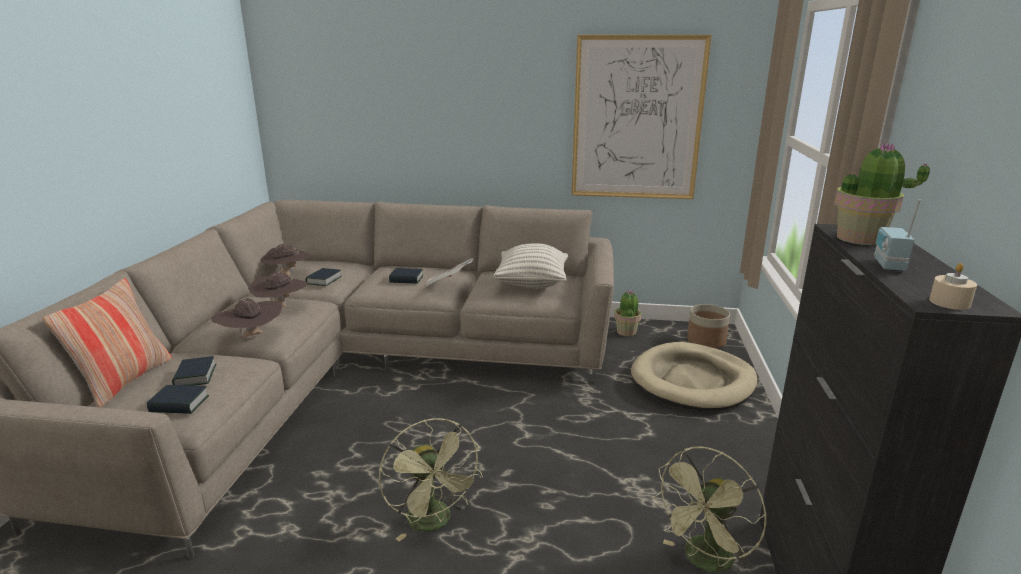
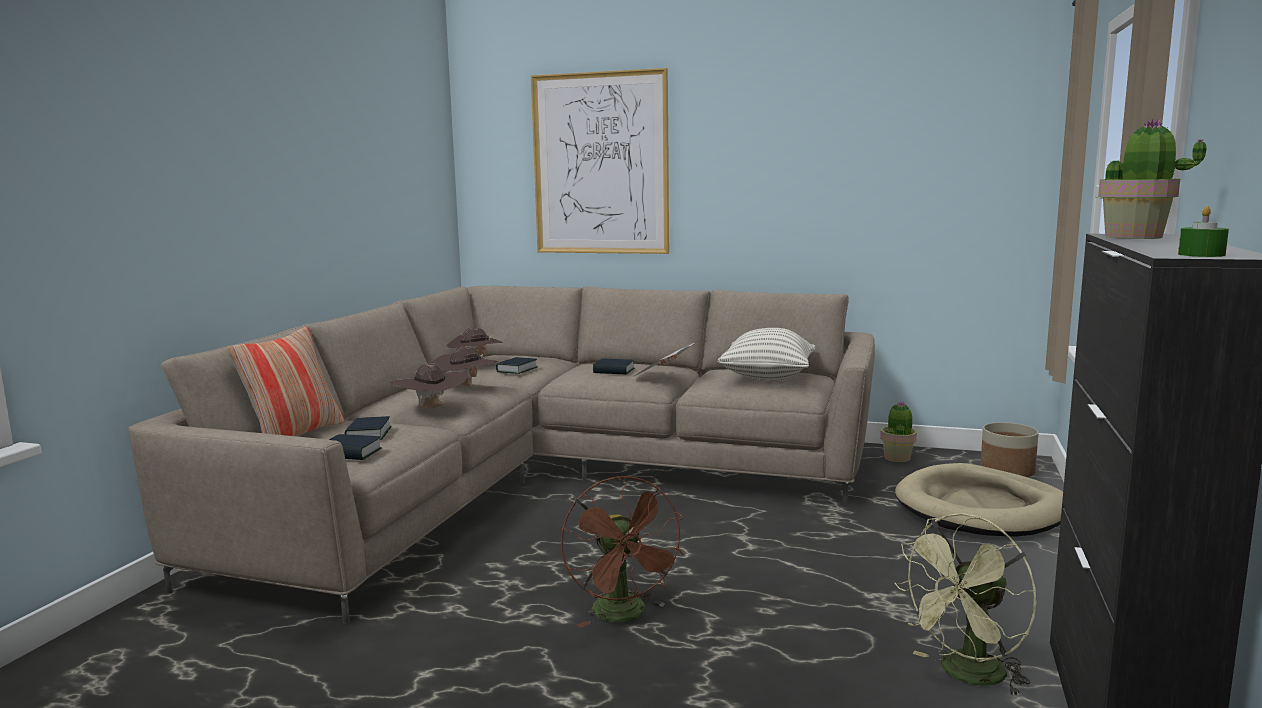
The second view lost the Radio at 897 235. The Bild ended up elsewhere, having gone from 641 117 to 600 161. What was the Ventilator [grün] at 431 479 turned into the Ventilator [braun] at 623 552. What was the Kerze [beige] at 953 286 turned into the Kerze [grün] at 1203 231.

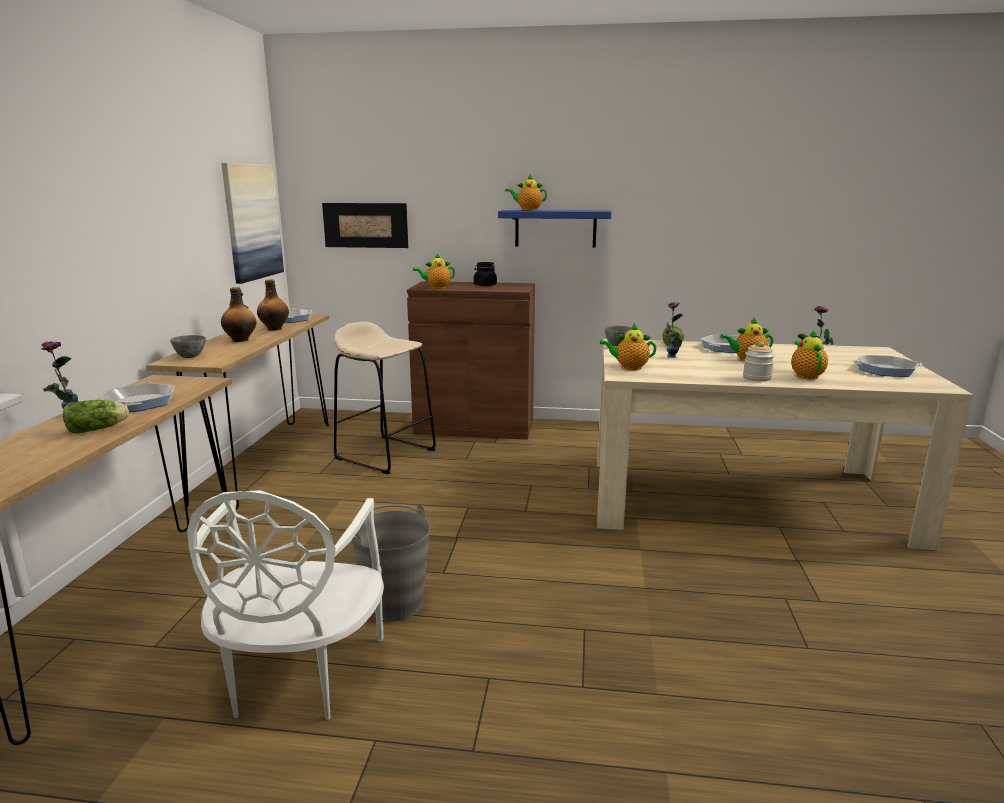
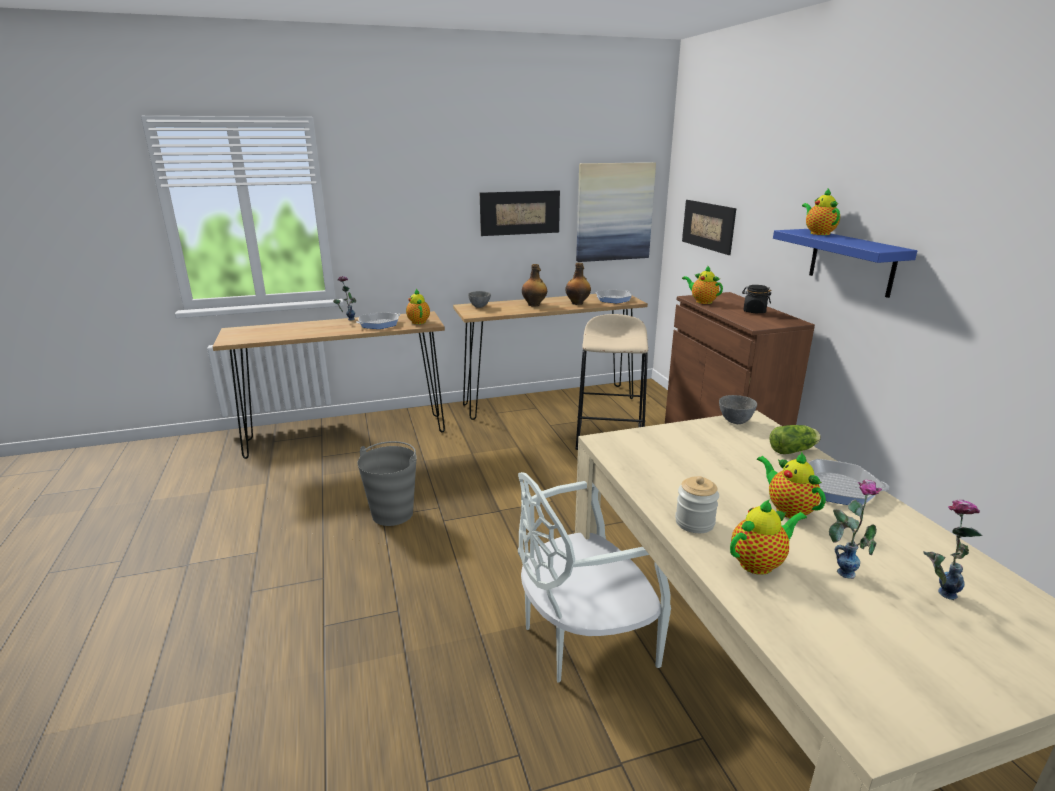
The second view lost the Salatkopf at 96 417. The second view lost the Pfanne at 887 366. The second view gained the Bild at 520 213. The Stuhl [weiß] ended up elsewhere, having gone from 285 605 to 594 577. The Teekanne ended up elsewhere, having gone from 628 346 to 418 306. The Vase ended up elsewhere, having gone from 674 330 to 953 549.

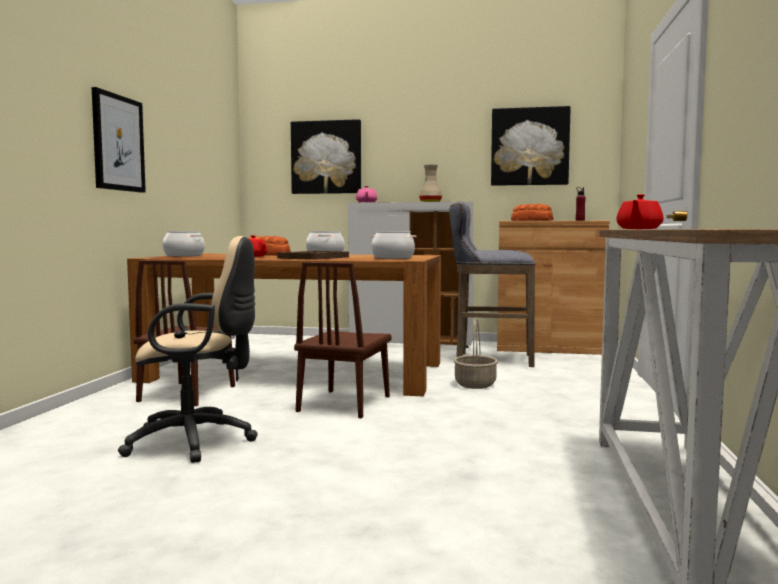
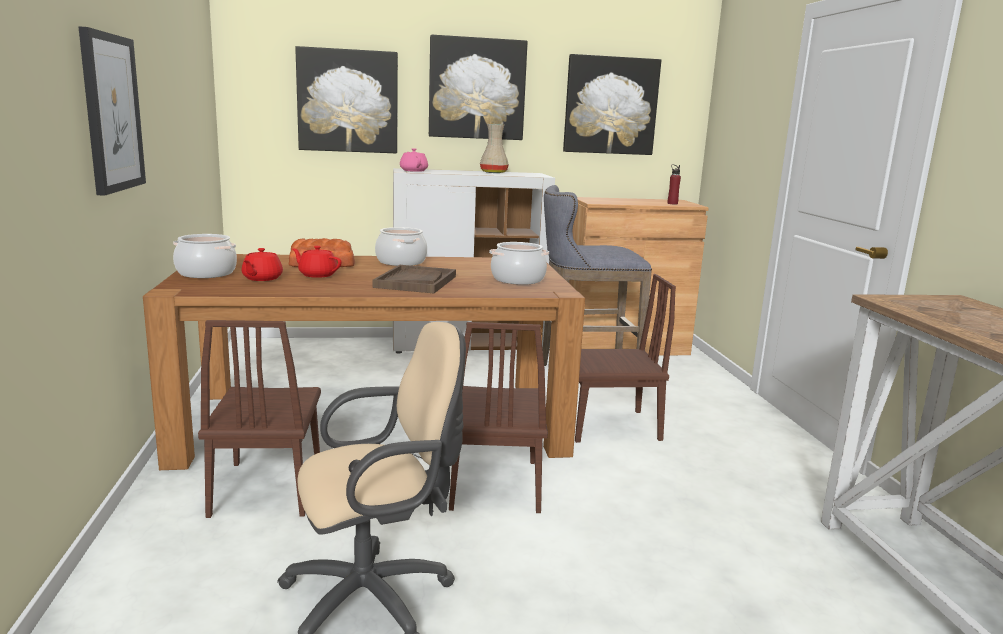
The second view lost the Brot at 532 212. The second view gained the Bild at 478 87. The Teekanne [rot] ended up elsewhere, having gone from 640 211 to 262 264. Where the Korb stood at 476 354, the Stuhl [braun] came to stand at 625 358.

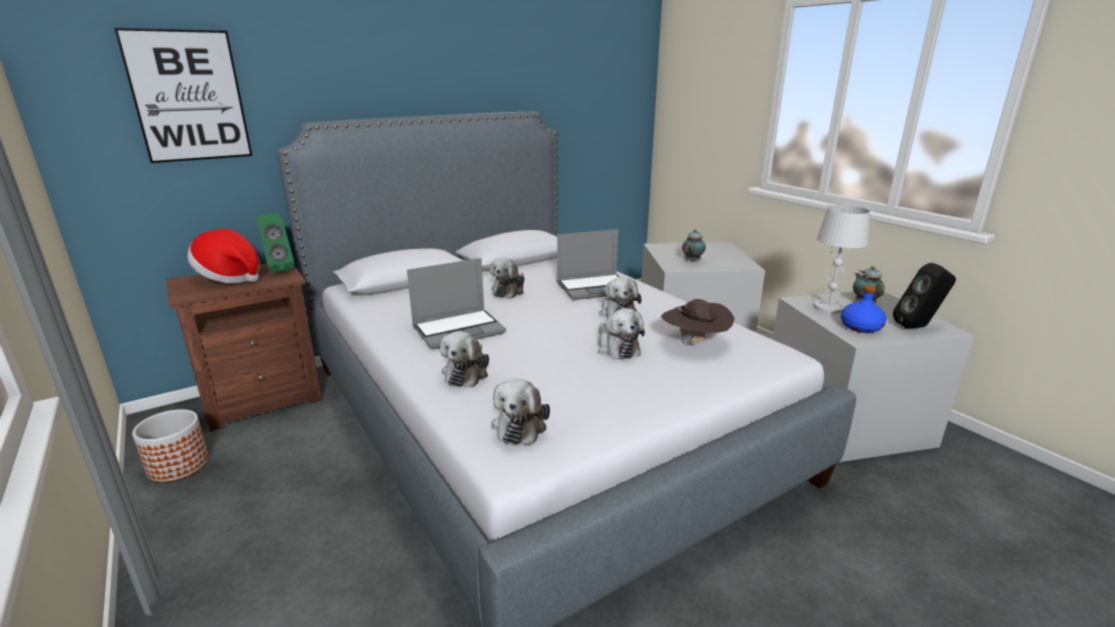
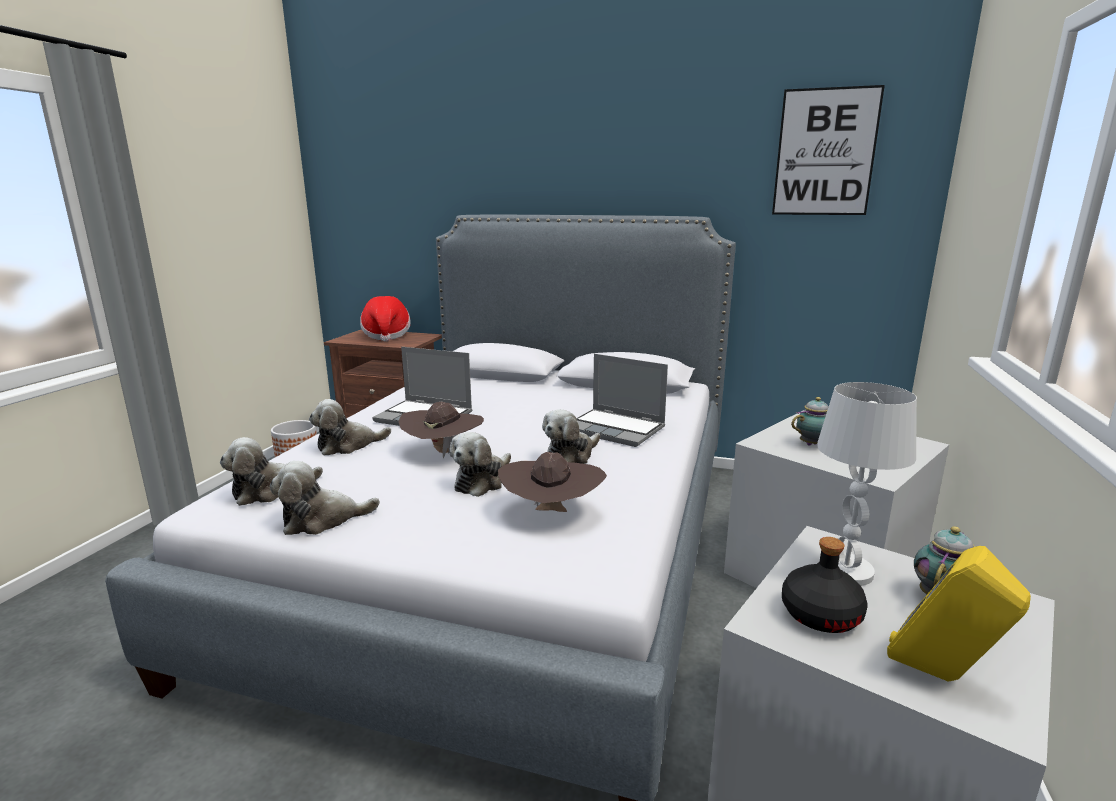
The second view lost the Lautsprecher [grün] at 275 243. The second view gained the Hut [braun] at 441 430. The Bild ended up elsewhere, having gone from 183 95 to 828 150. The Plüschtier ended up elsewhere, having gone from 507 278 to 325 498. What was the Flasche [blau] at 863 309 turned into the Flasche [schwarz] at 824 585. What was the Lautsprecher [schwarz] at 924 295 turned into the Lautsprecher [gelb] at 959 613.

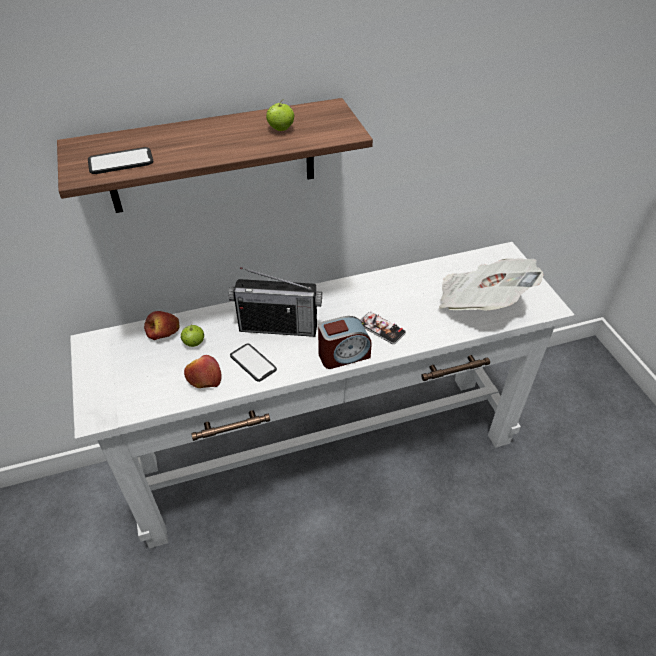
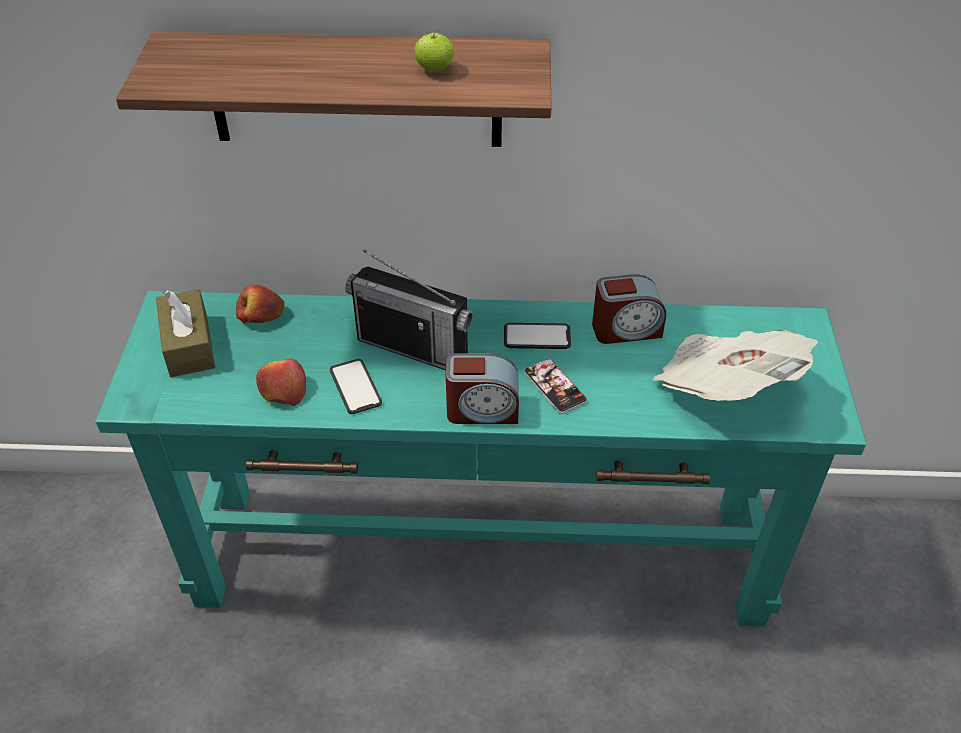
The second view lost the Apfel at 192 335. The second view gained the Taschentuchbox [braun] at 185 333. The second view gained the Wecker at 629 309. The Handy ended up elsewhere, having gone from 120 160 to 537 336. What was the Konsolentisch [weiß] at 322 395 turned into the Konsolentisch [türkis] at 481 459.

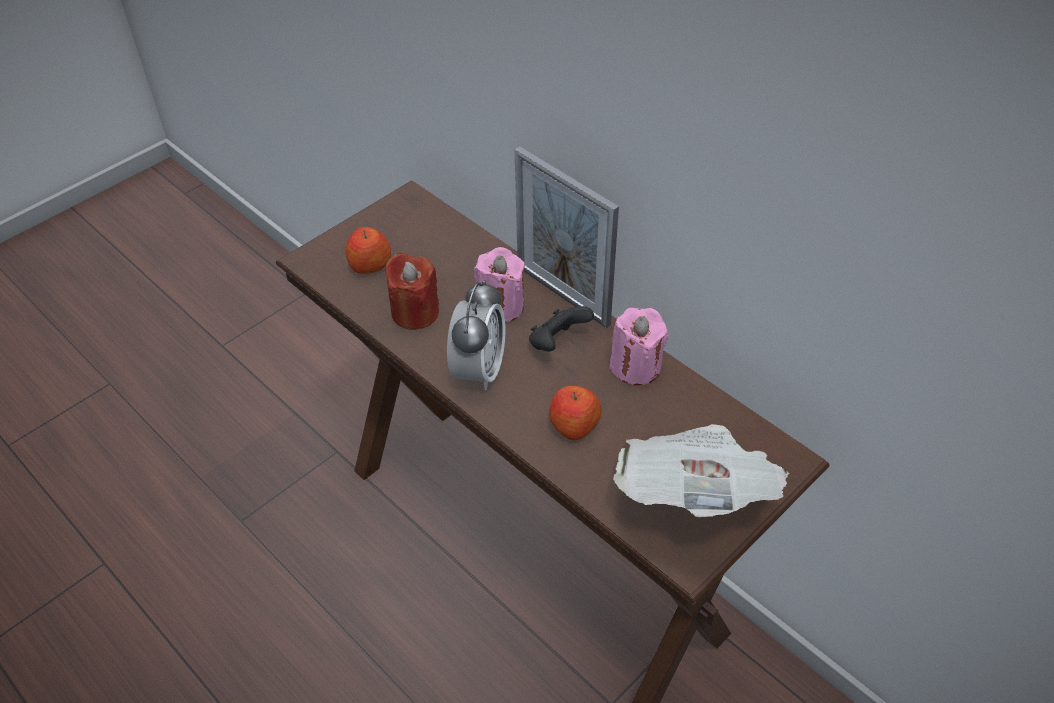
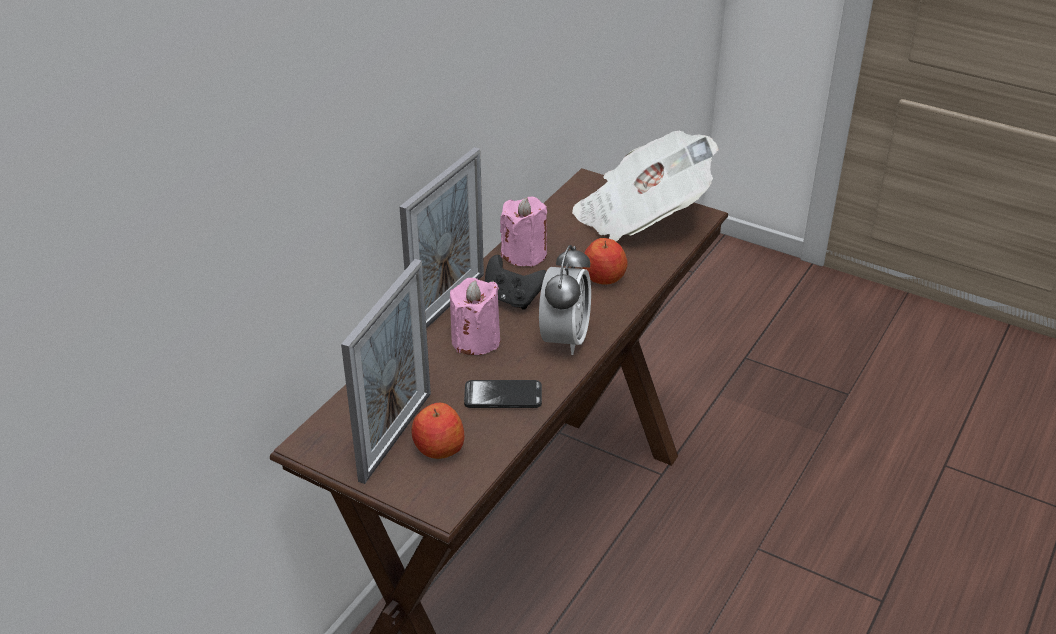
The second view gained the Bilderrahmen at 386 371. Where the Kerze [rot] stood at 412 291, the Handy came to stand at 503 394. The Wecker at 476 335 ended up facing another way, 105 degrees clockwise from before.

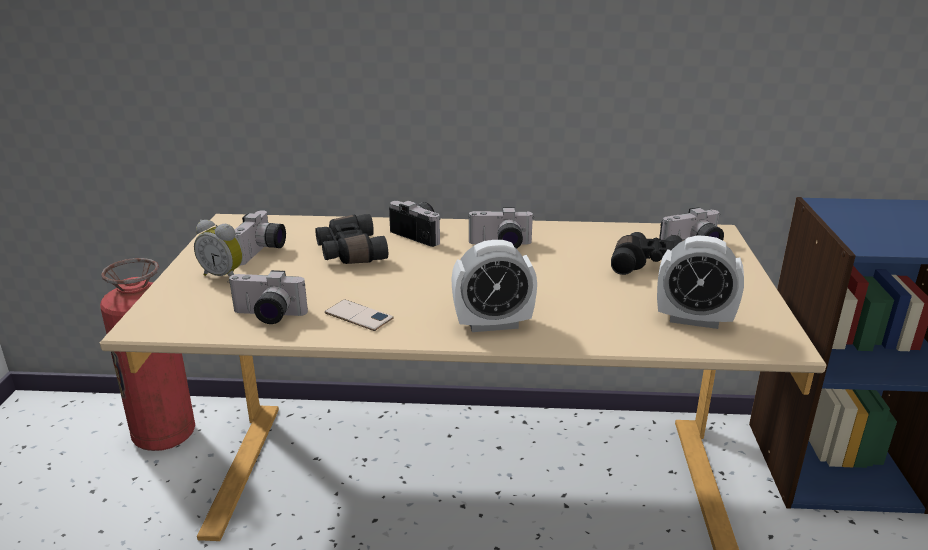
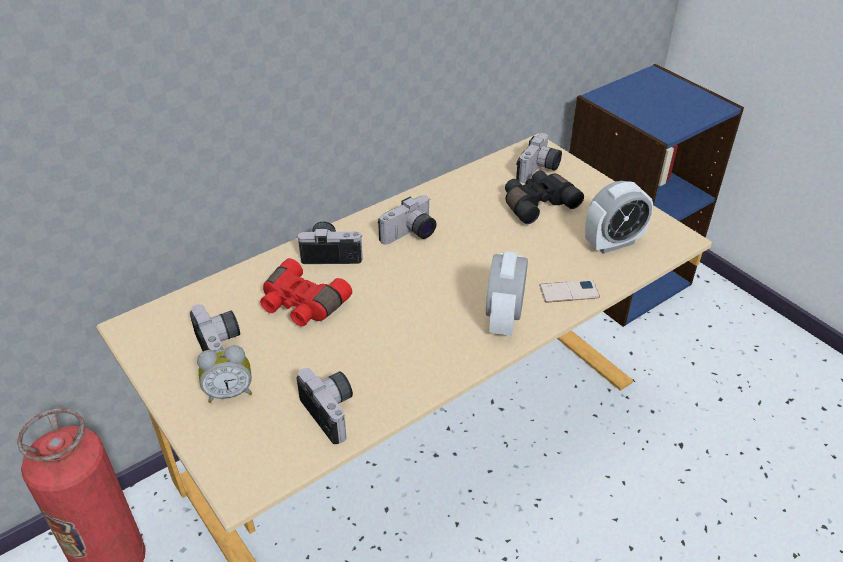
The Handy ended up elsewhere, having gone from 359 315 to 569 291. What was the Fernglas [schwarz] at 351 239 turned into the Fernglas [rot] at 306 292. The Kamera at 268 297 ended up facing another way, 90 degrees counterclockwise from before. The Wecker at 494 286 ended up facing another way, 150 degrees clockwise from before.

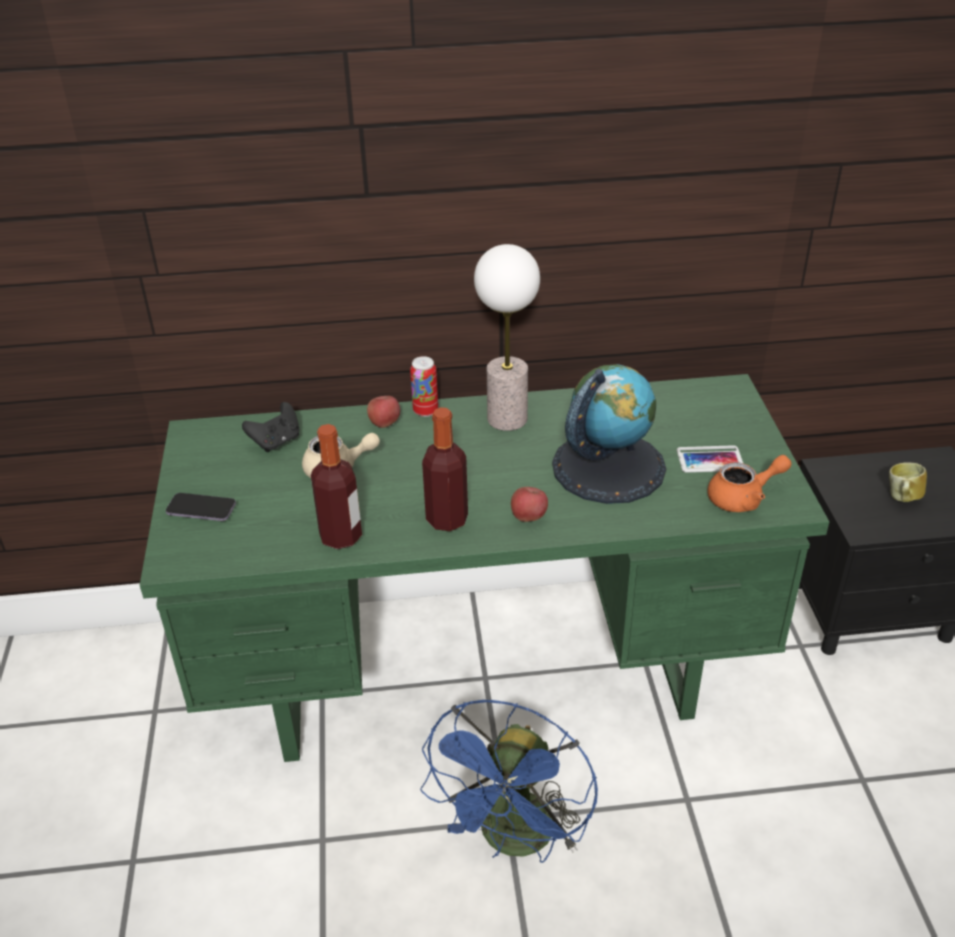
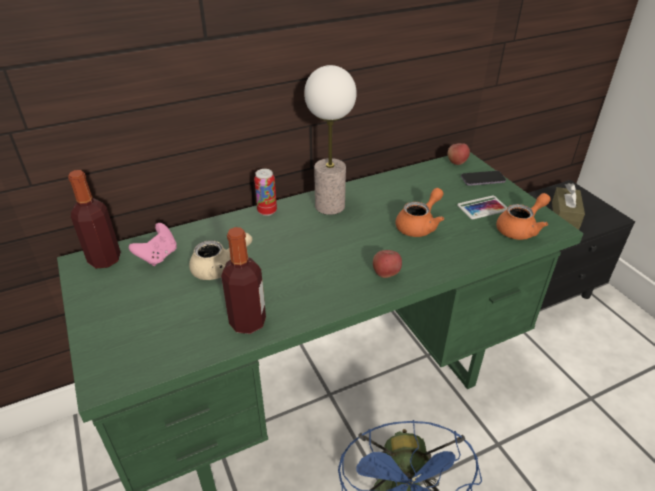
The Handy ended up elsewhere, having gone from 201 507 to 483 178. The Apfel ended up elsewhere, having gone from 383 412 to 459 154. The Flasche ended up elsewhere, having gone from 445 469 to 94 219. Where the Globus stood at 609 434, the Teekanne [orange] came to stand at 420 212. Where the Henkelbecher stood at 908 482, the Taschentuchbox [braun] came to stand at 568 206. What was the Gamepad [schwarz] at 271 427 turned into the Gamepad [rosa] at 153 244.

